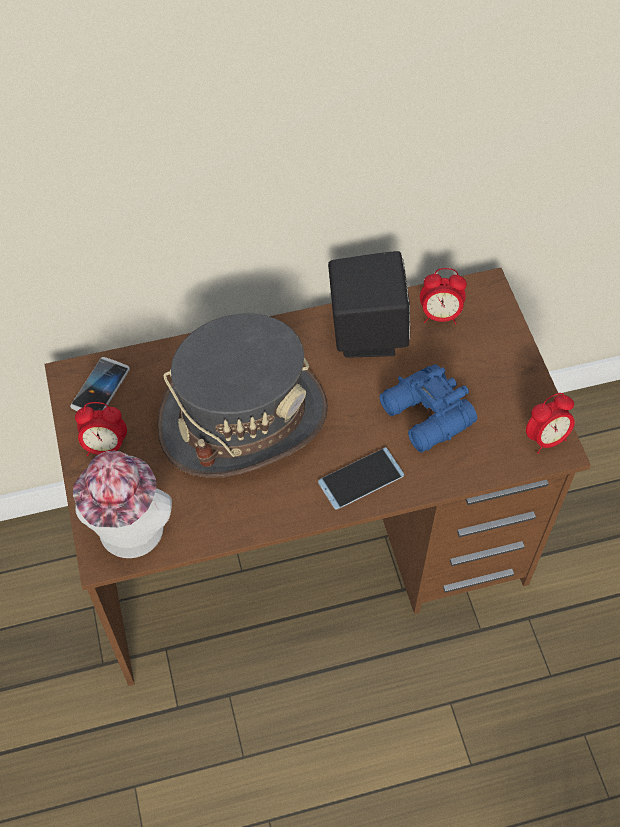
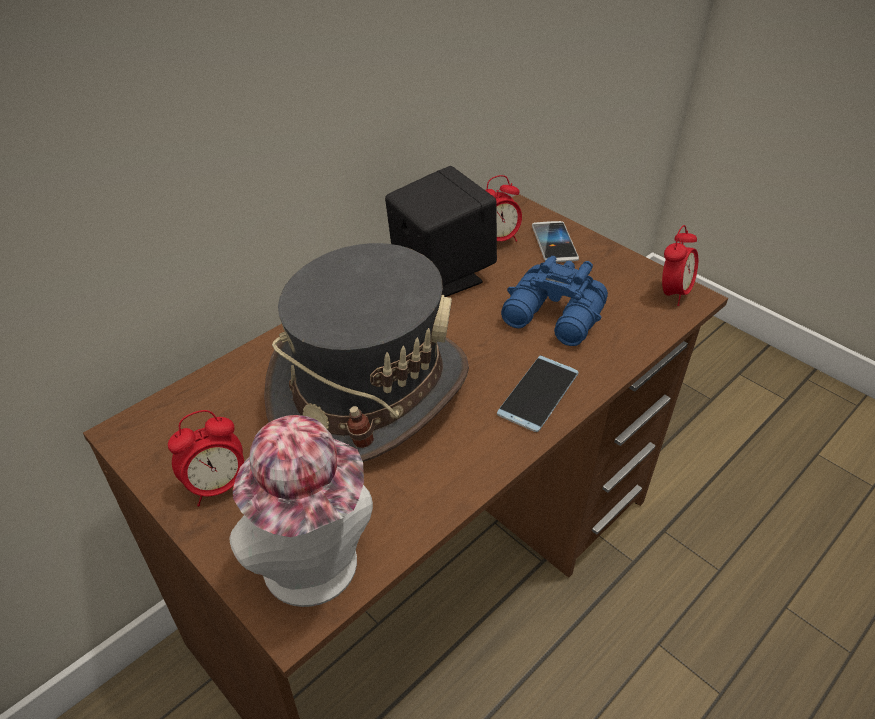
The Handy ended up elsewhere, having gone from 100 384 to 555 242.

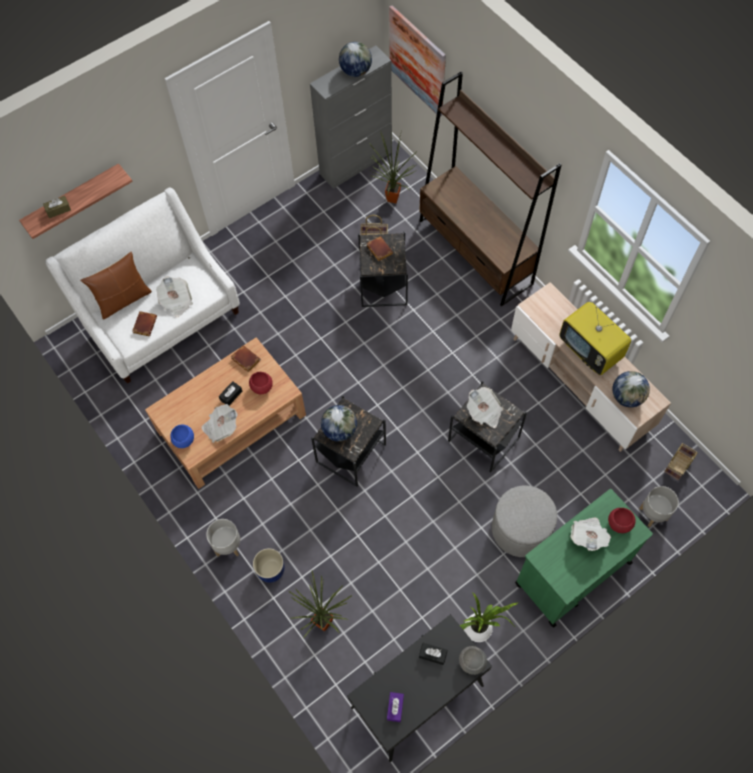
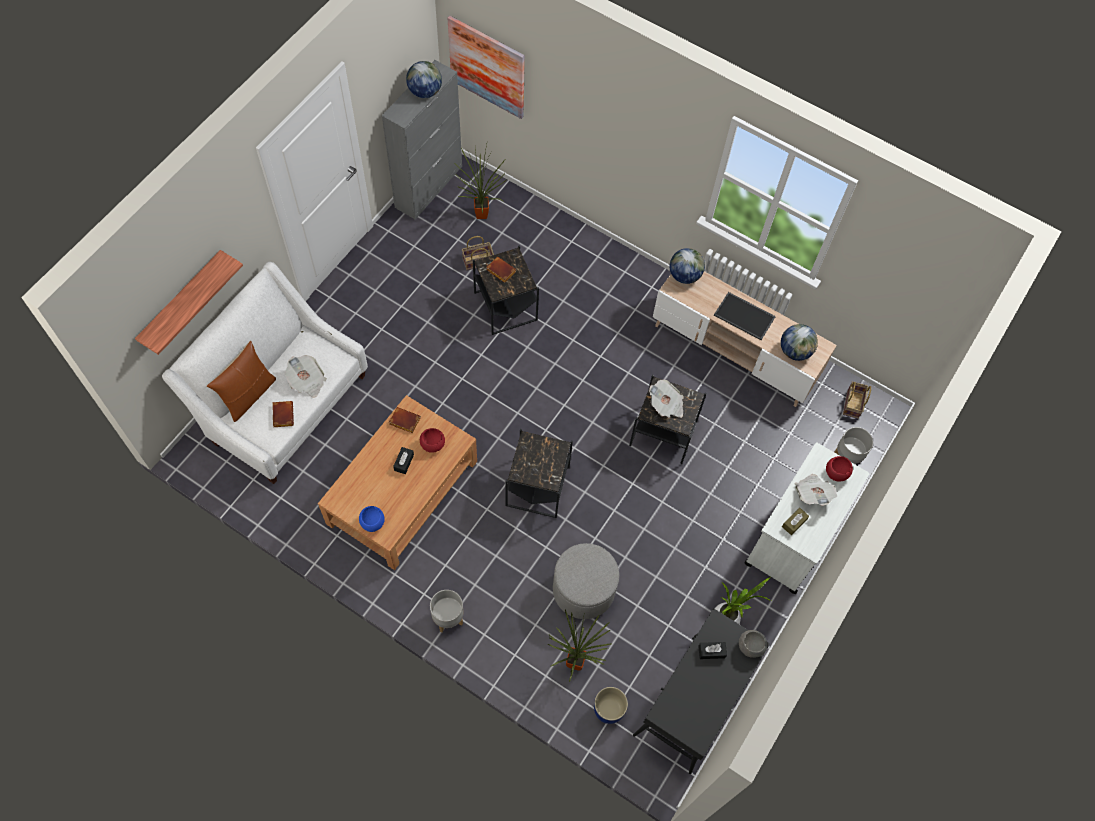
The second view lost the Zeitung at 220 423. The second view lost the Taschentuchbox [lila] at 395 707. The second view lost the Bücherregal [braun] at 490 189. The Taschentuchbox [braun] ended up elsewhere, having gone from 57 207 to 795 521. The Pflanzkübel [blau] ended up elsewhere, having gone from 268 565 to 611 705. The Globus ended up elsewhere, having gone from 339 423 to 687 266. The Polsterhocker [grau] ended up elsewhere, having gone from 524 521 to 586 581. Where the Fernseher stood at 595 338, the Tablett came to stand at 745 316. What was the Rollwagen [grün] at 584 558 turned into the Rollwagen [weiß] at 807 518.

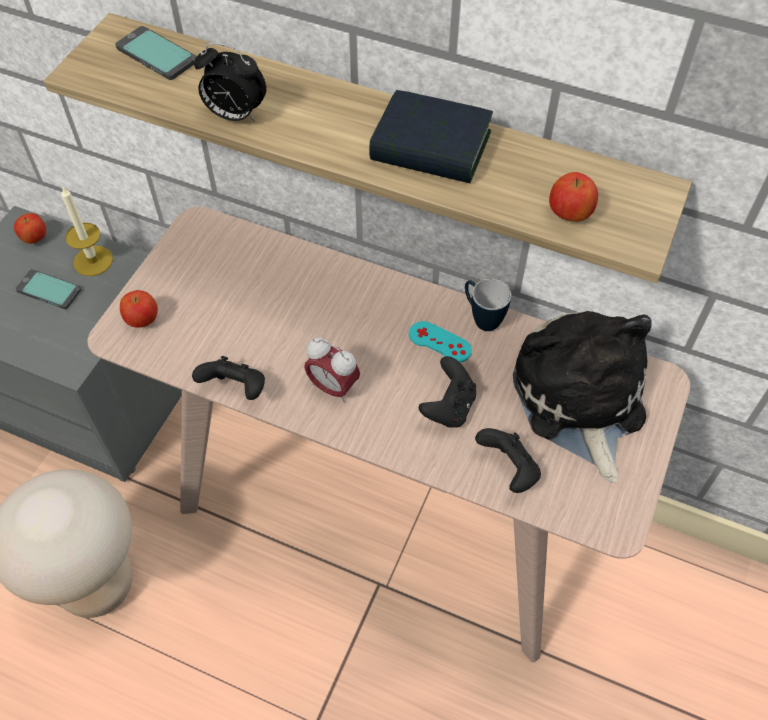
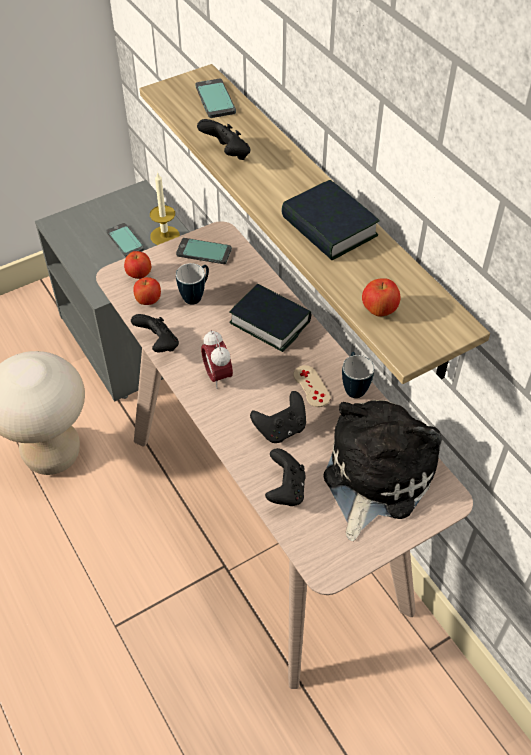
The second view gained the Handy at 204 251. The second view gained the Henkelbecher at 192 284. The second view gained the Buch at 270 318. The Apfel ended up elsewhere, having gone from 30 228 to 147 291. Where the Wecker stood at 230 82, the Gamepad [schwarz] came to stand at 223 139. What was the Gamepad [türkis] at 440 342 turned into the Gamepad [beige] at 312 386.

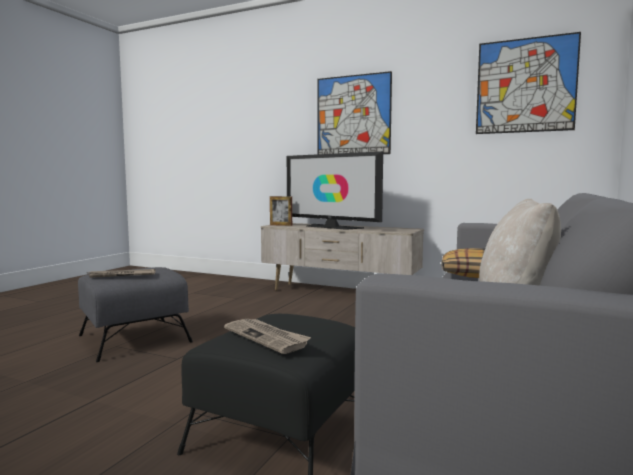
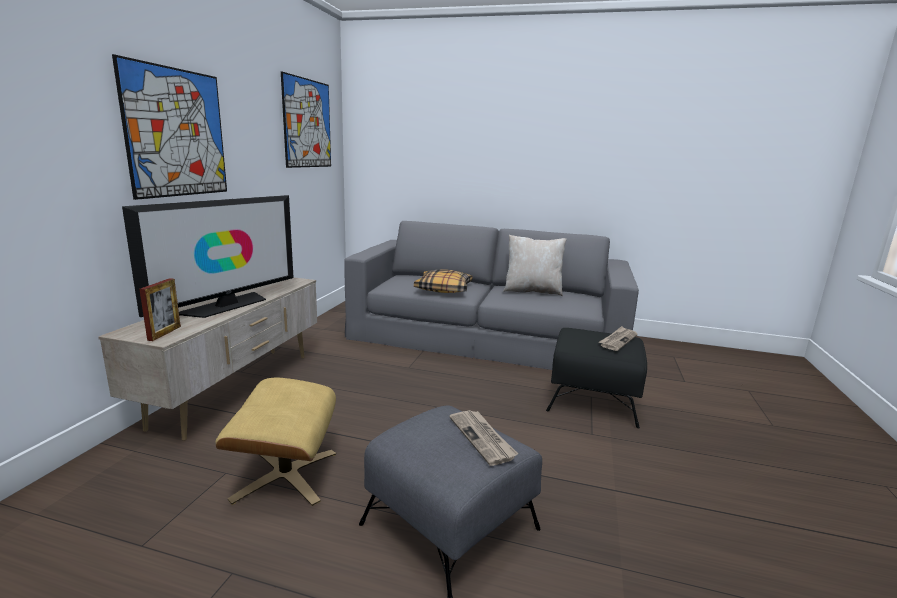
The second view gained the Polsterhocker [beige] at 275 442.

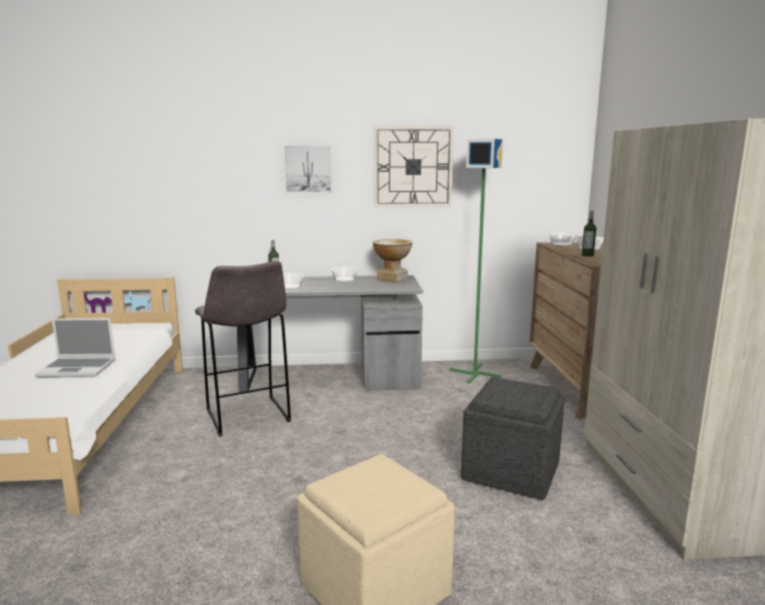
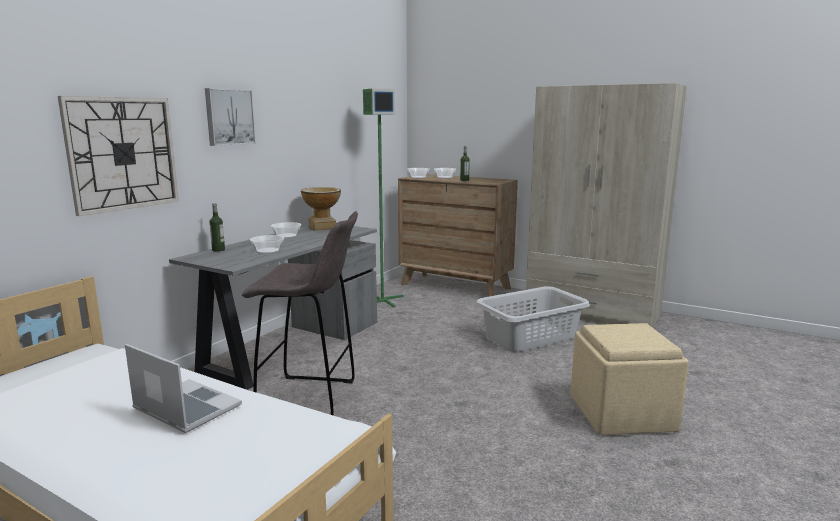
The Wanduhr ended up elsewhere, having gone from 413 166 to 118 156. Where the Polsterhocker [grau] stood at 513 438, the Wäschekorb [grau] came to stand at 532 319. The Laptop at 75 348 ended up facing another way, 90 degrees counterclockwise from before.

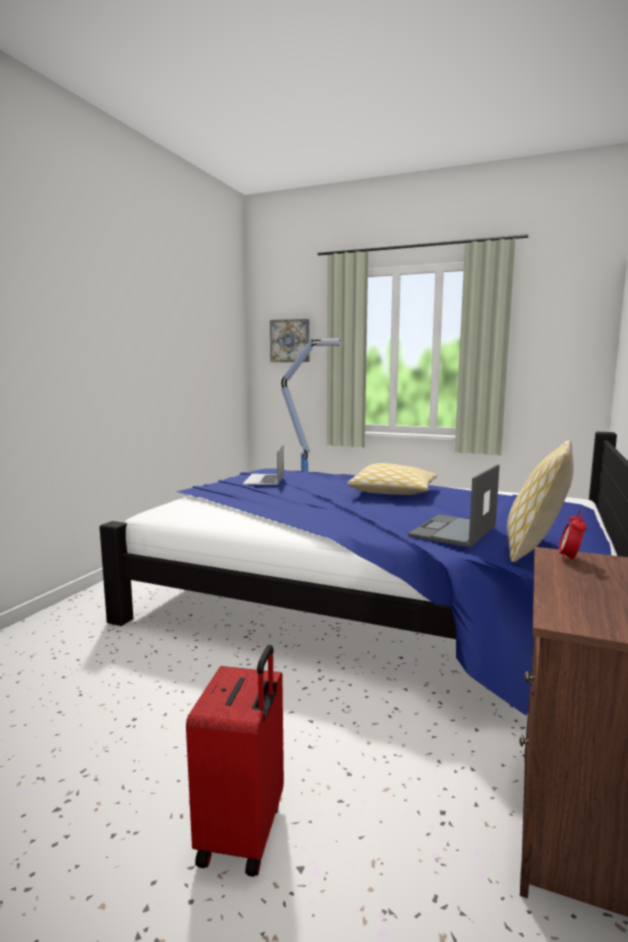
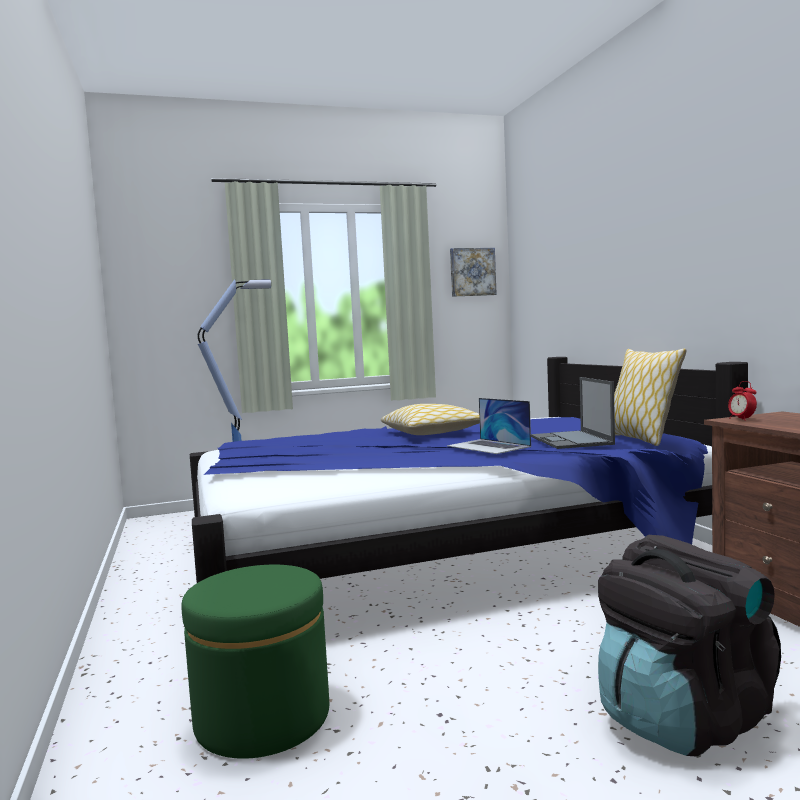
The second view gained the Polsterhocker [grün] at 255 662. The Laptop ended up elsewhere, having gone from 263 464 to 489 426. The Bild ended up elsewhere, having gone from 290 340 to 473 272. Where the Koffer [rot] stood at 235 761, the Rucksack [schwarz] came to stand at 689 646.

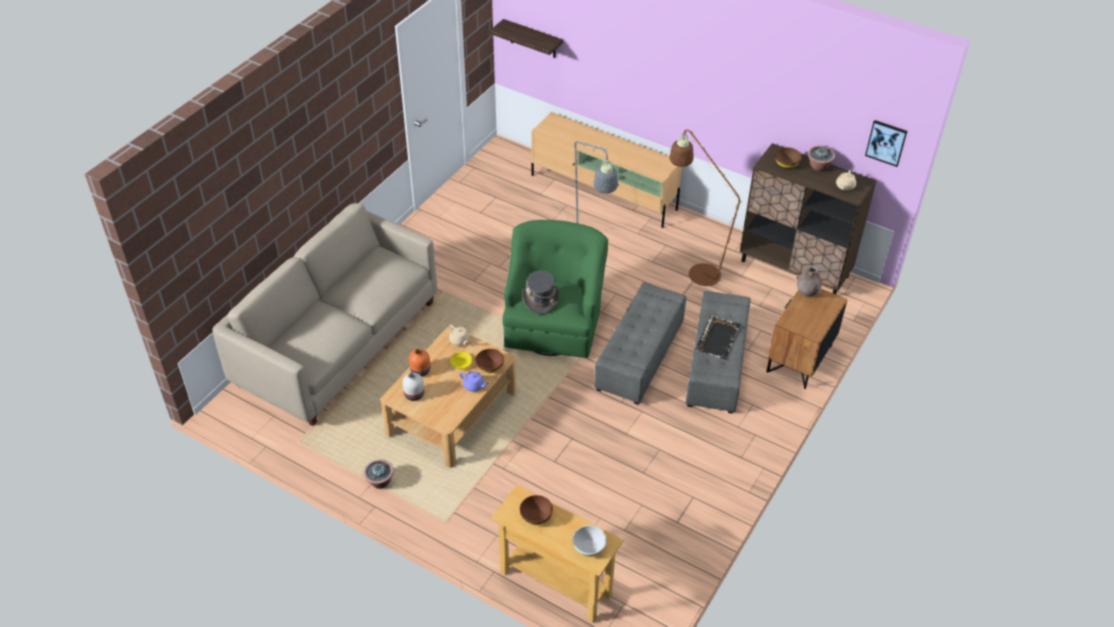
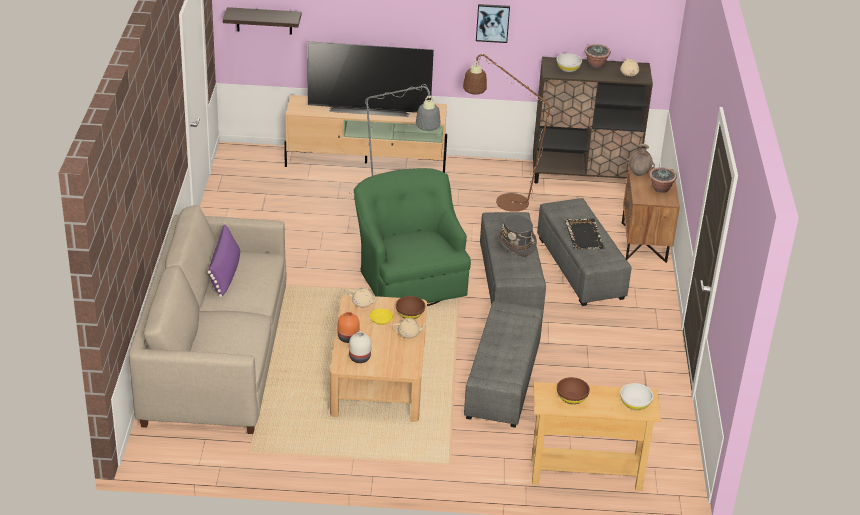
The second view gained the Kissen [lila] at 224 261. The second view gained the Fernseher at 370 79. The second view gained the Polsterhocker [grau] at 503 364. The Topfpflanze ended up elsewhere, having gone from 378 474 to 663 180. The Hut [grau] ended up elsewhere, having gone from 541 292 to 517 235. The Bild ended up elsewhere, having gone from 886 143 to 493 23. What was the Teekanne [lila] at 474 381 turned into the Teekanne [beige] at 410 328. What was the Schüssel [braun] at 788 158 turned into the Schüssel [weiß] at 569 62.

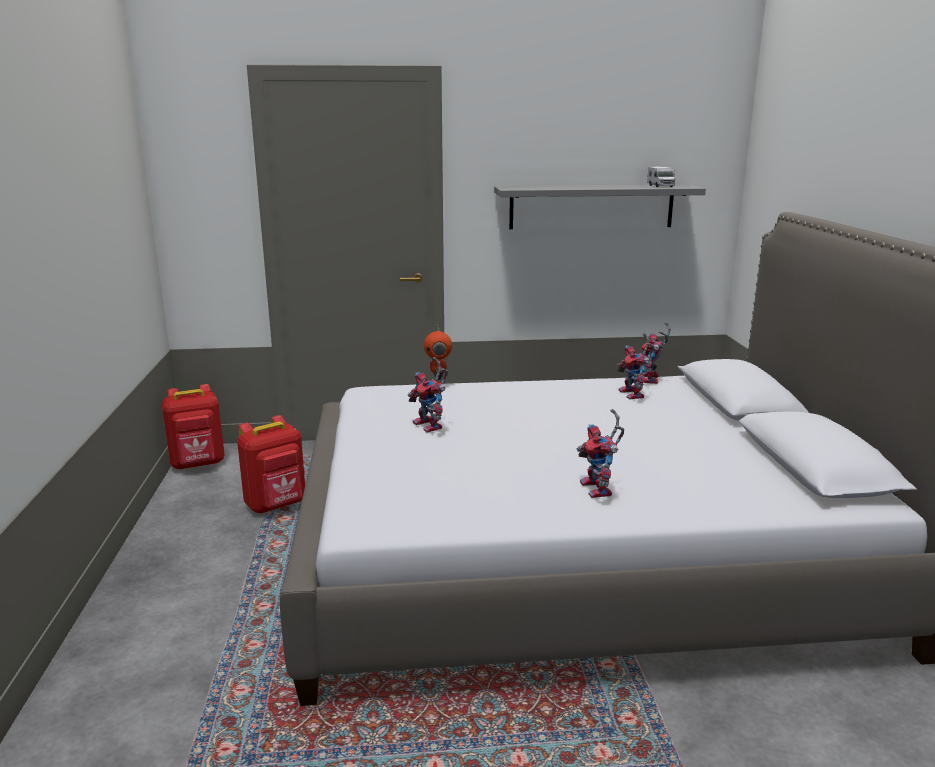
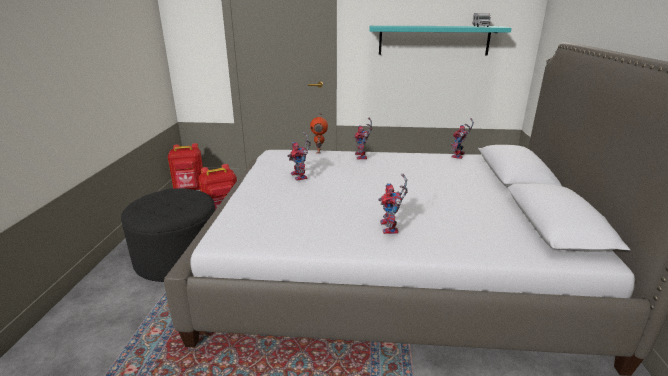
The second view gained the Polsterhocker [schwarz] at 168 235. The Spielzeugroboter ended up elsewhere, having gone from 635 366 to 362 138. What was the Wandregal [grau] at 600 206 turned into the Wandregal [türkis] at 441 41.

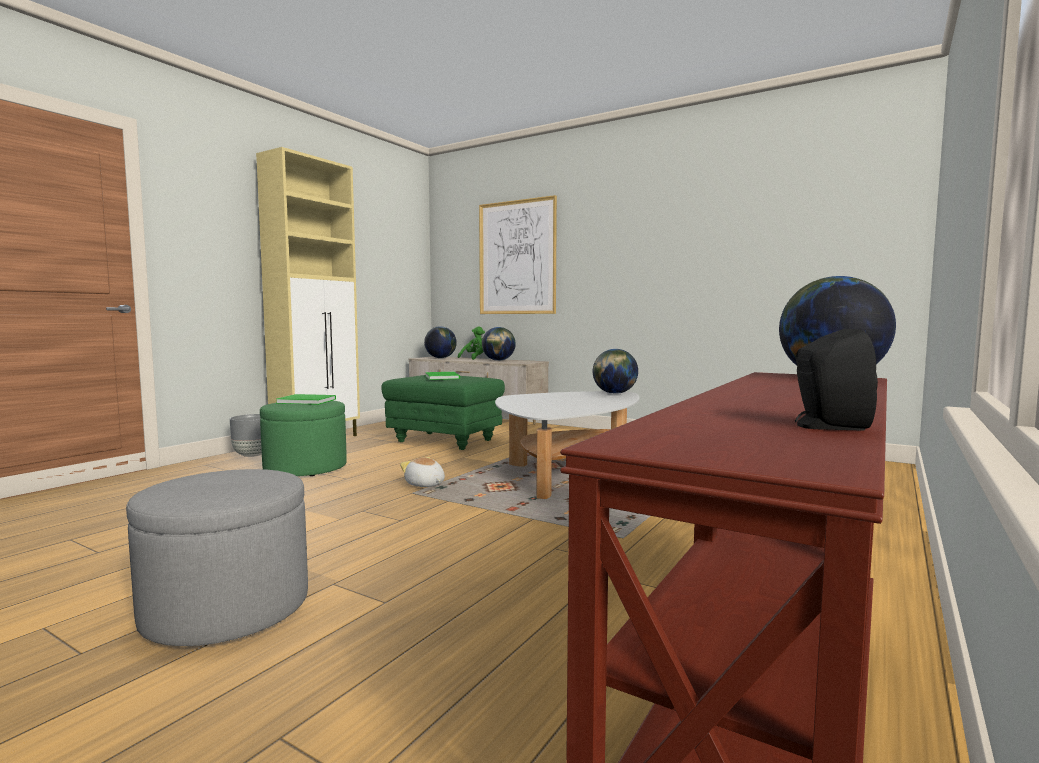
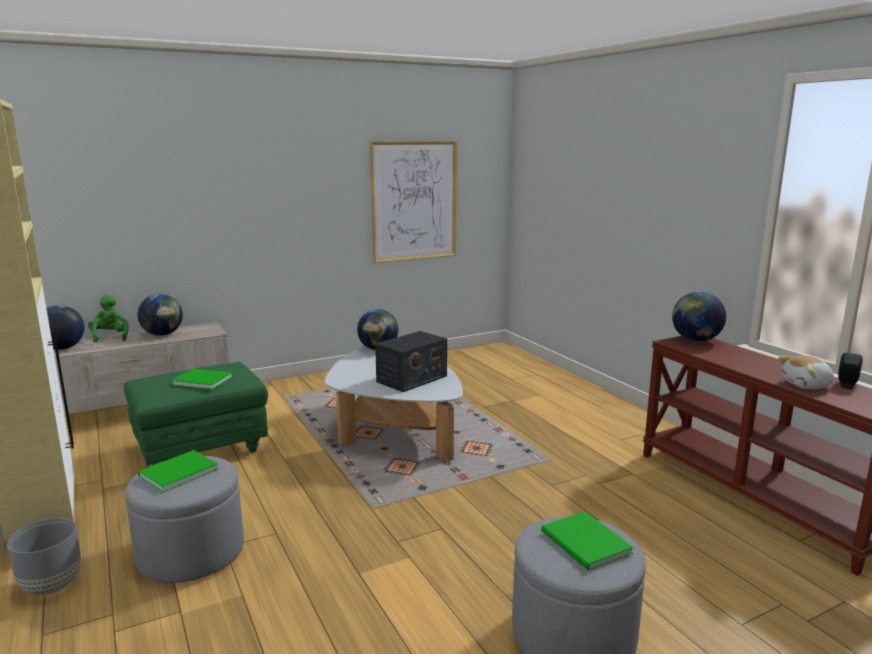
The second view gained the Radio at 411 361. The second view gained the Buch [grün] at 587 541. The Plüschtier ended up elsewhere, having gone from 422 472 to 806 372. The Bild ended up elsewhere, having gone from 518 254 to 413 202. What was the Polsterhocker [grün] at 303 438 turned into the Polsterhocker [grau] at 184 519.

